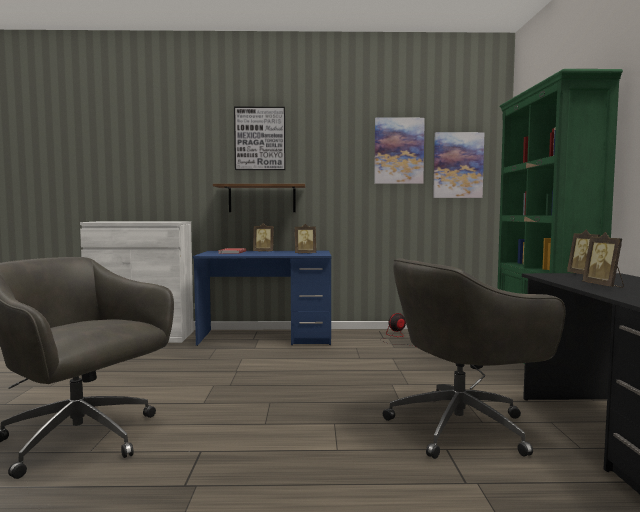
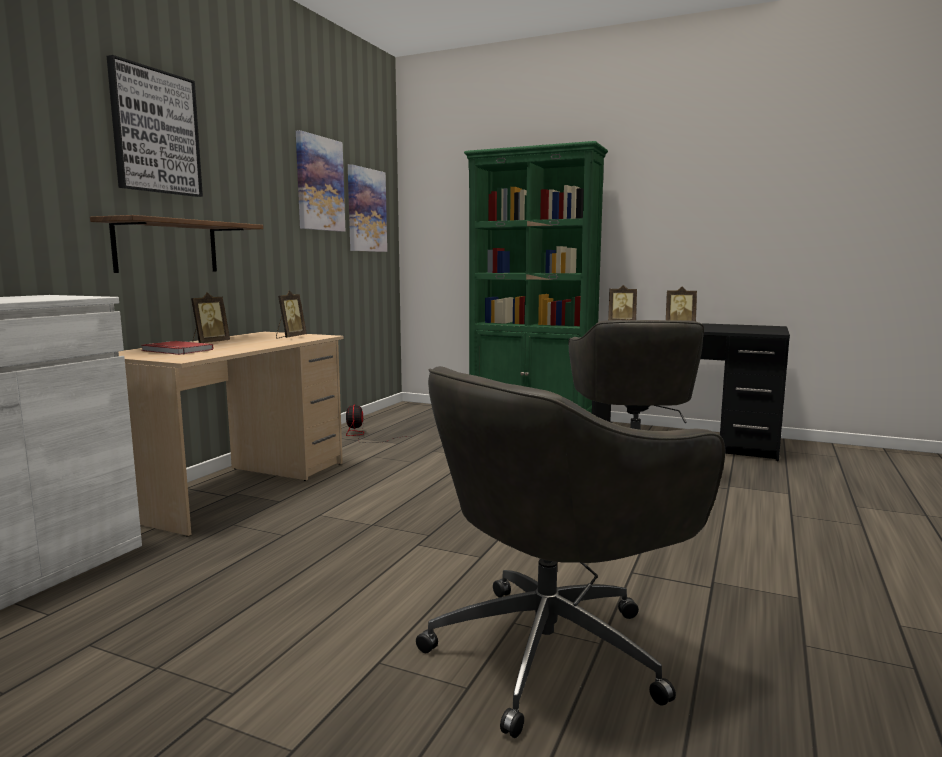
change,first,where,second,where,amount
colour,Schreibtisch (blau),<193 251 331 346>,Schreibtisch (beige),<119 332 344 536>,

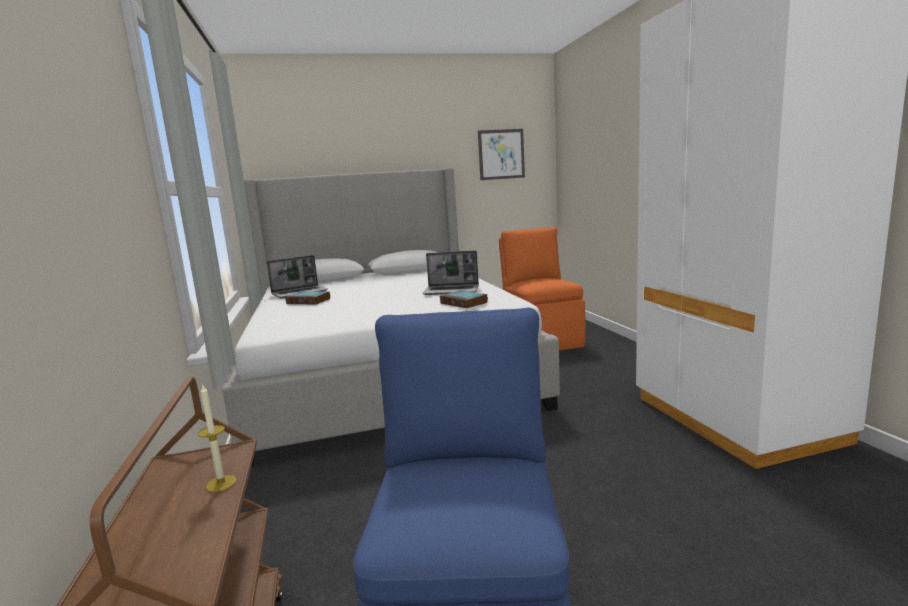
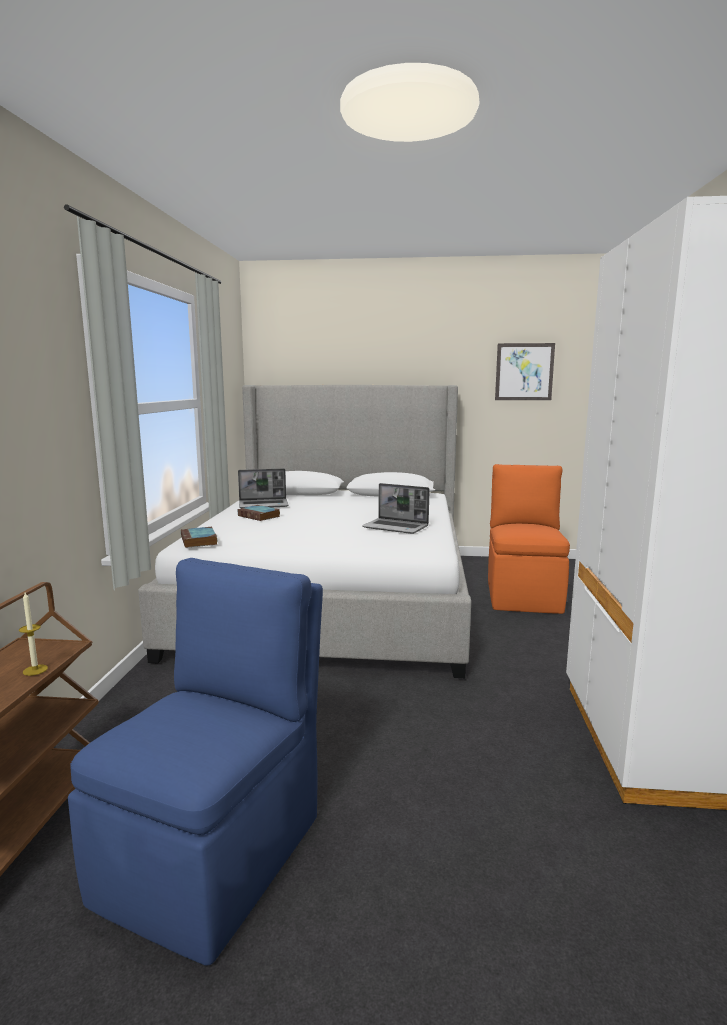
change,first,where,second,where,amount
relocated,Buch,<440 290 488 308>,,<181 527 218 548>,

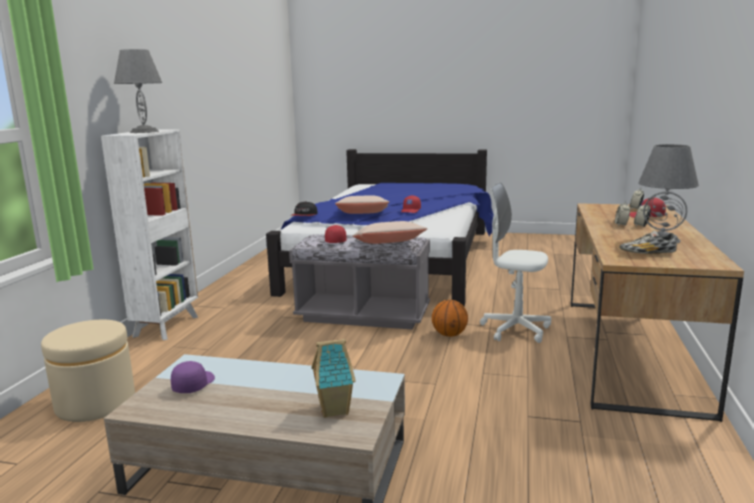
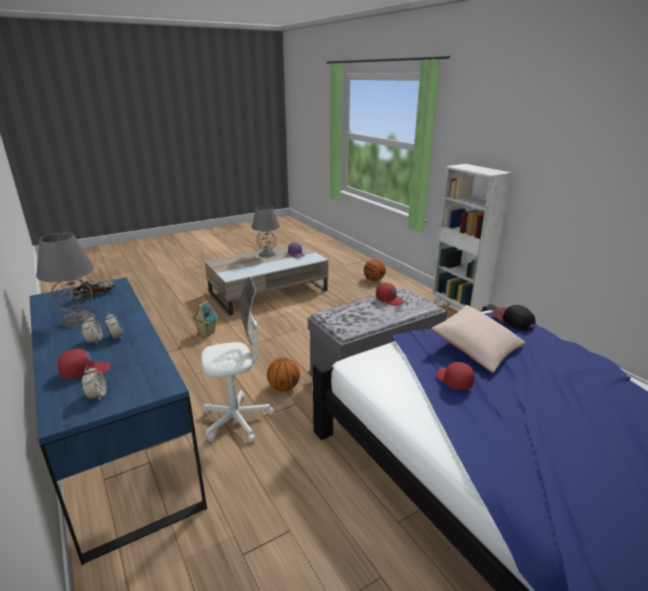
change,first,where,second,where,amount
relocated,Tischlampe (grau),<114 49 162 133>,,<252 206 280 258>,
colour,Schreibtisch (braun),<571 203 744 422>,Schreibtisch (blau),<29 277 207 565>,
missing,Kissen (beige),<353 221 428 244>,,,
exchanged,Polsterhocker (beige),<41 320 135 422>,Basketball,<364 259 386 281>,
relocated,Spielzeughaus,<311 339 355 418>,,<192 301 218 337>,

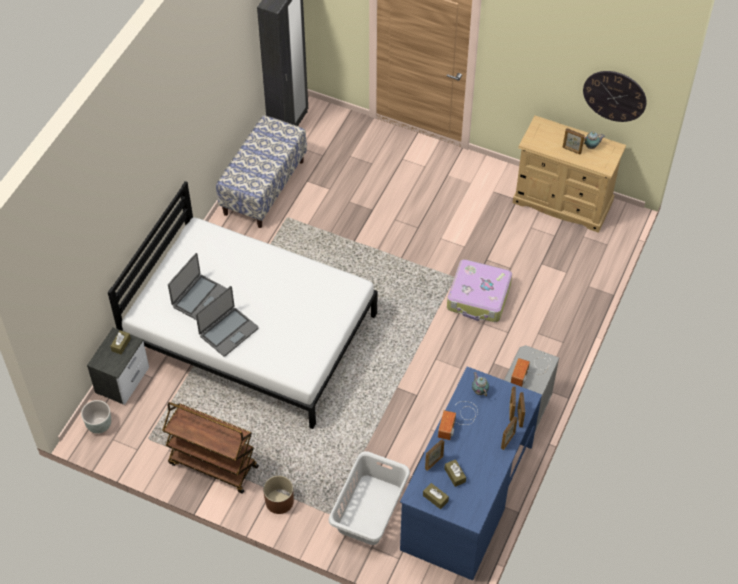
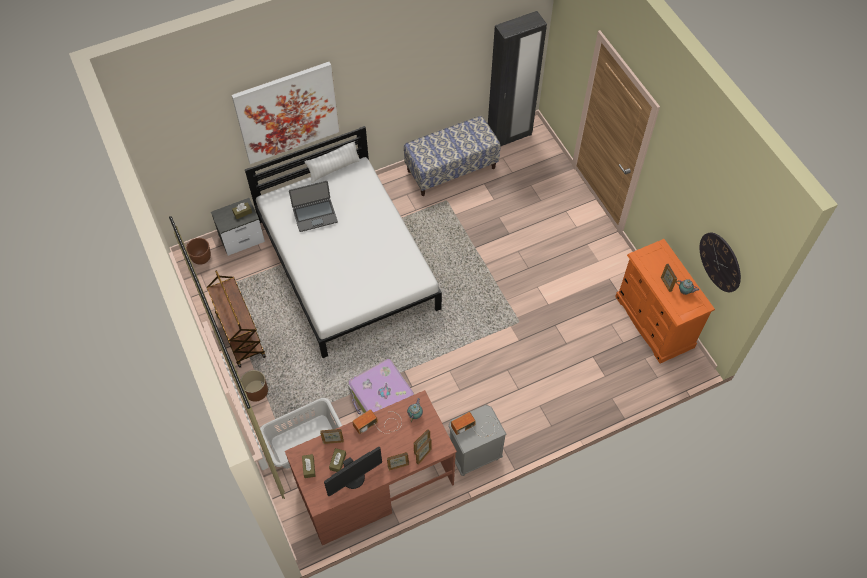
change,first,where,second,where,amount
colour,Kommode (beige),<513 116 626 233>,Kommode (orange),<615 239 715 364>,
relocated,Koffer,<447 259 512 322>,,<348 359 414 414>,
missing,Laptop,<196 286 259 357>,,,
colour,Schreibtisch (blau),<400 367 542 580>,Schreibtisch (braun),<285 390 457 545>,
colour,Pflanzkübel (grau),<81 400 111 434>,Pflanzkübel (braun),<186 238 211 265>,
appeared,,,Bild,<232 62 340 164>,
appeared,,,Kissen (weiß),<305 141 361 183>,
appeared,,,Monitor,<324 447 382 497>,

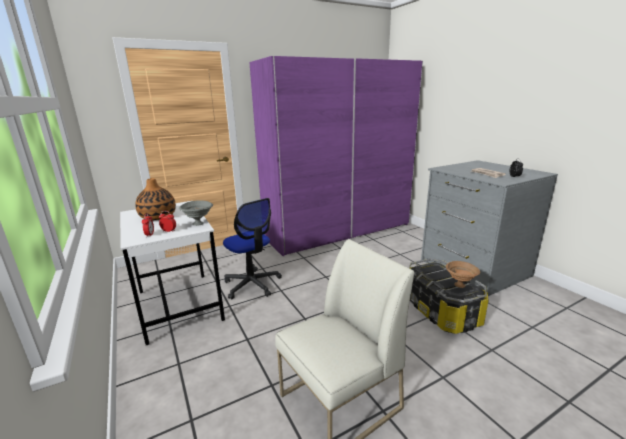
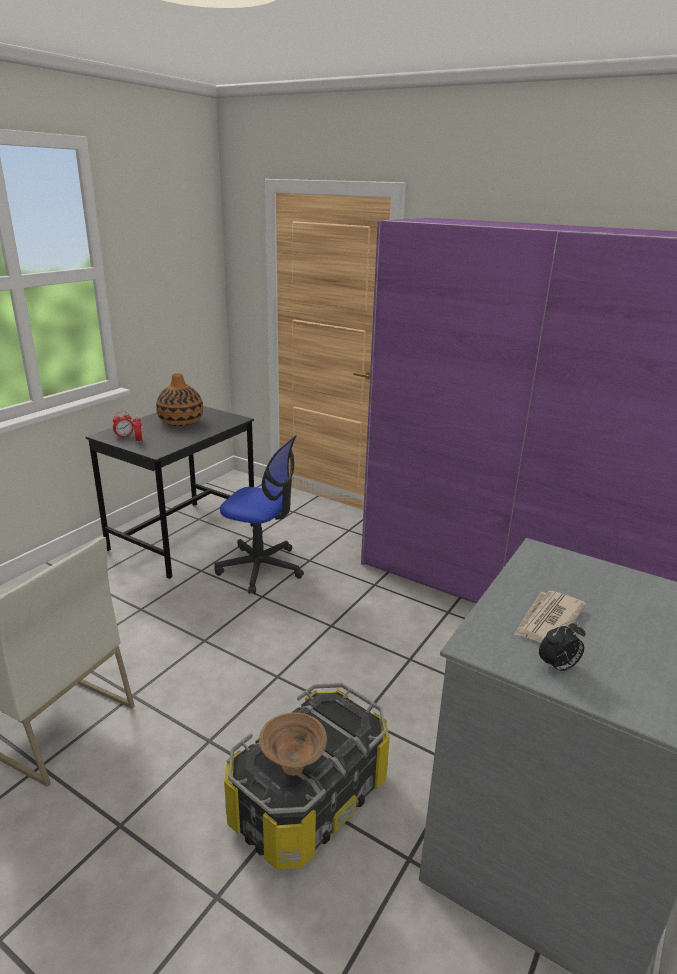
change,first,where,second,where,amount
spun,Bürostuhl,<223 198 282 299>,,<214 435 304 594>,90 degrees counterclockwise
missing,Schüssel (grau),<179 200 213 226>,,,
colour,Schreibtisch (weiß),<120 201 225 345>,Schreibtisch (schwarz),<86 406 254 579>,

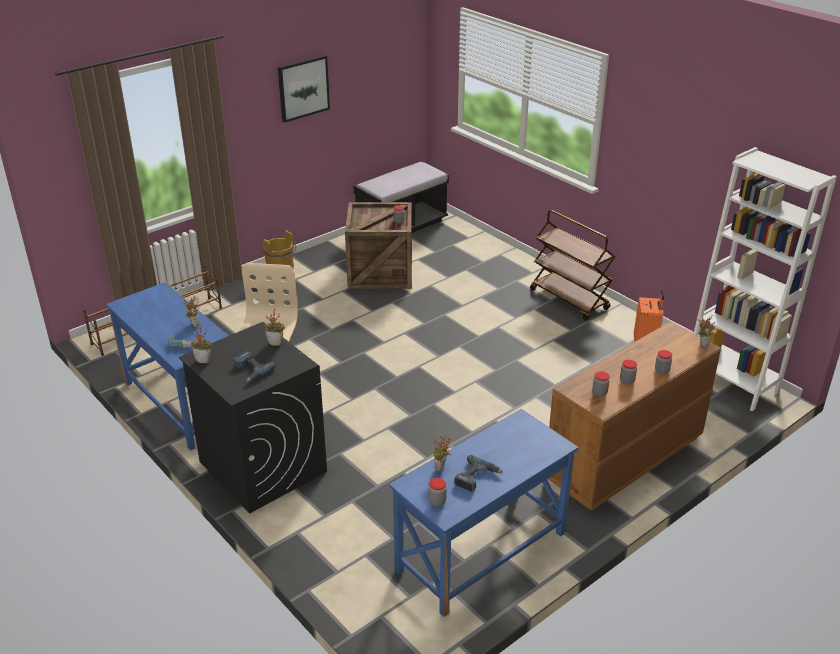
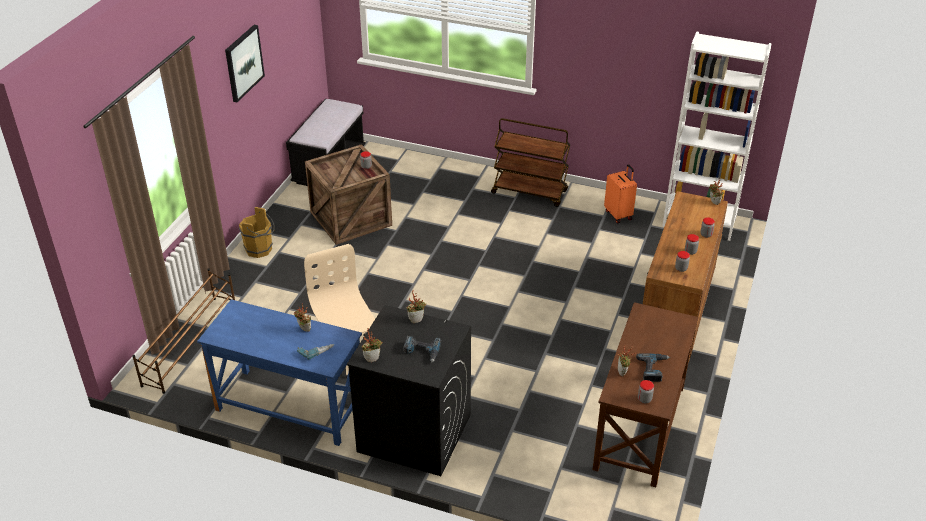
change,first,where,second,where,amount
colour,Schreibtisch (blau),<389 409 579 617>,Schreibtisch (braun),<593 302 699 487>,

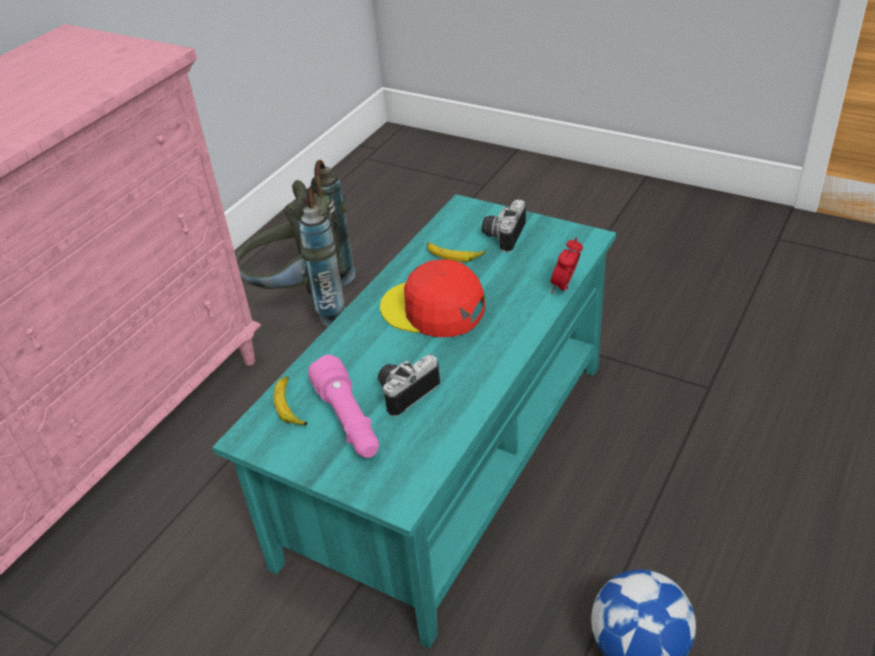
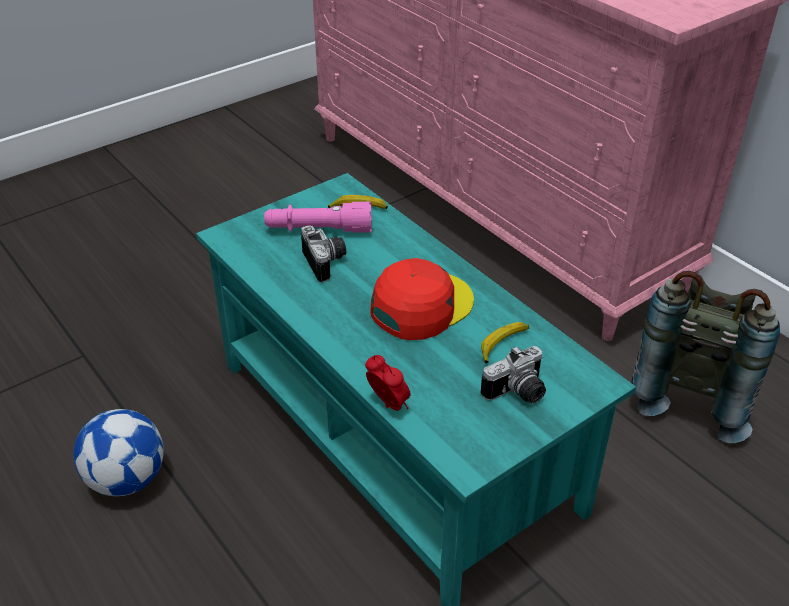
change,first,where,second,where,amount
spun,Kamera,<482 200 526 252>,,<481 346 546 403>,105 degrees clockwise

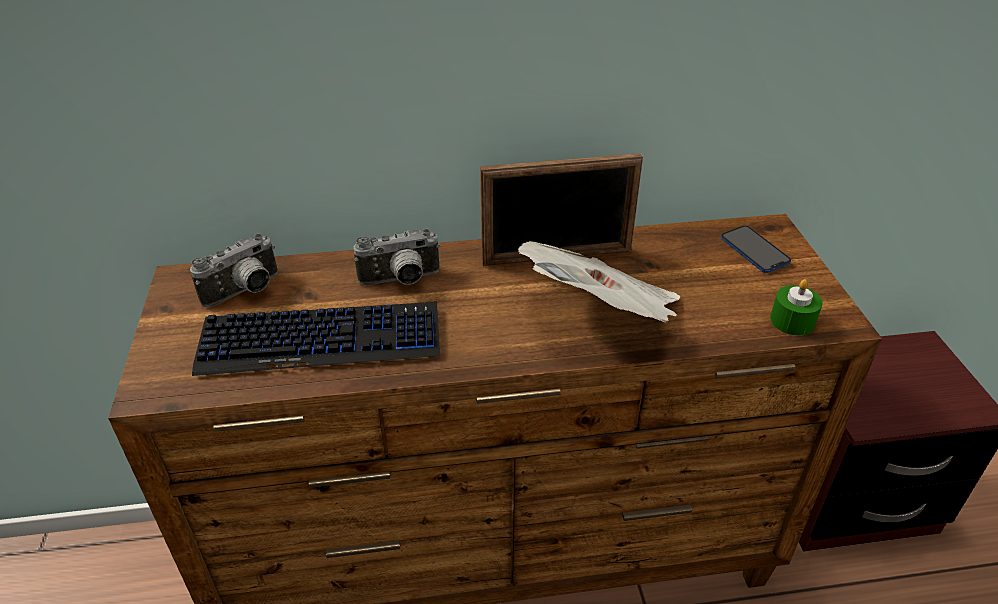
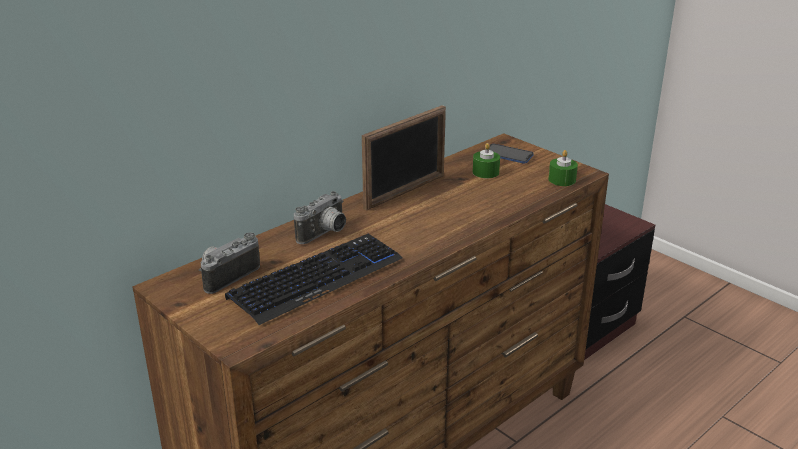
change,first,where,second,where,amount
spun,Kamera,<190 234 278 307>,,<199 232 260 294>,150 degrees counterclockwise
missing,Zeitung,<518 241 681 323>,,,
appeared,,,Kerze (grün),<473 143 500 178>,

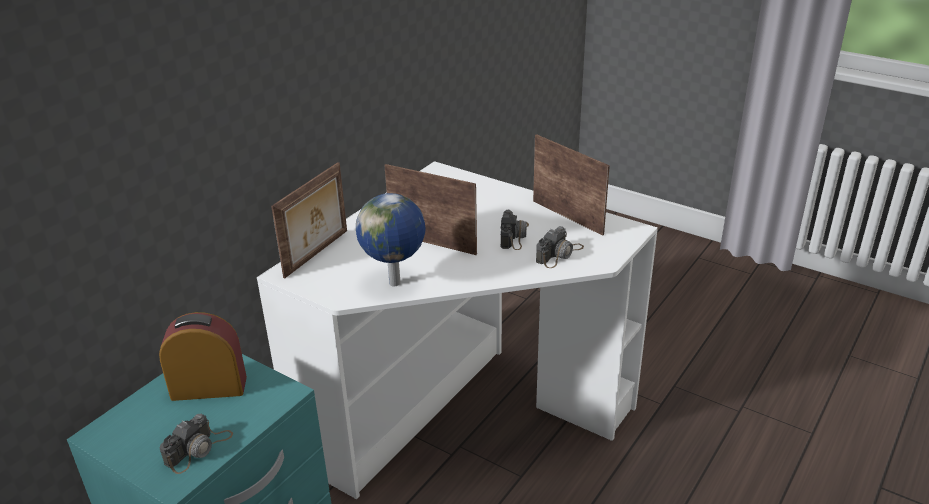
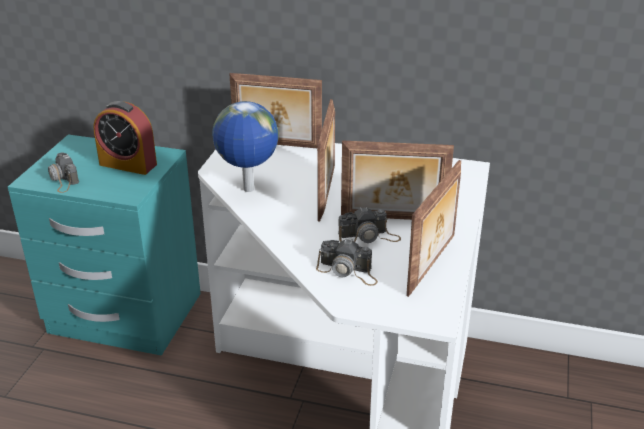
change,first,where,second,where,amount
spun,Wecker,<159 312 247 401>,,<93 101 157 175>,135 degrees clockwise
spun,Kamera,<160 414 233 474>,,<48 152 79 193>,45 degrees clockwise
appeared,,,Bilderrahmen,<341 141 454 220>,

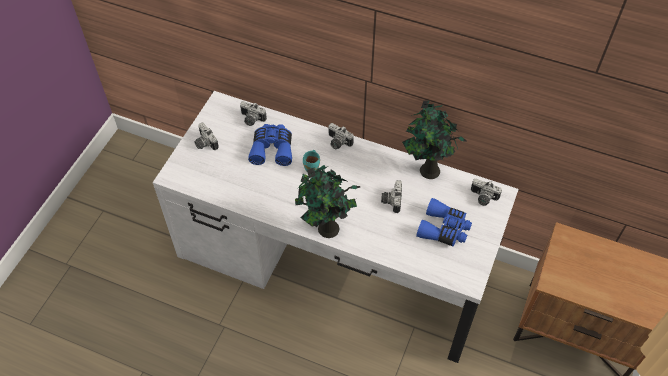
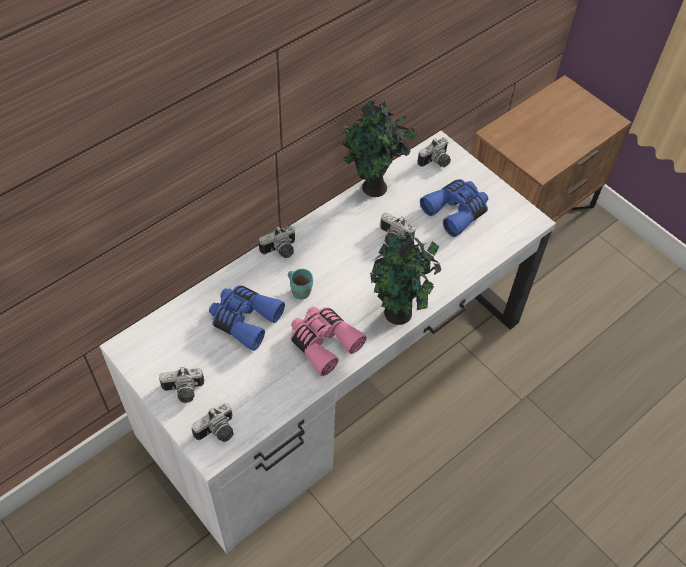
change,first,where,second,where,amount
relocated,Kamera,<240 101 267 126>,,<192 403 234 442>,
appeared,,,Fernglas (rosa),<290 307 367 376>,

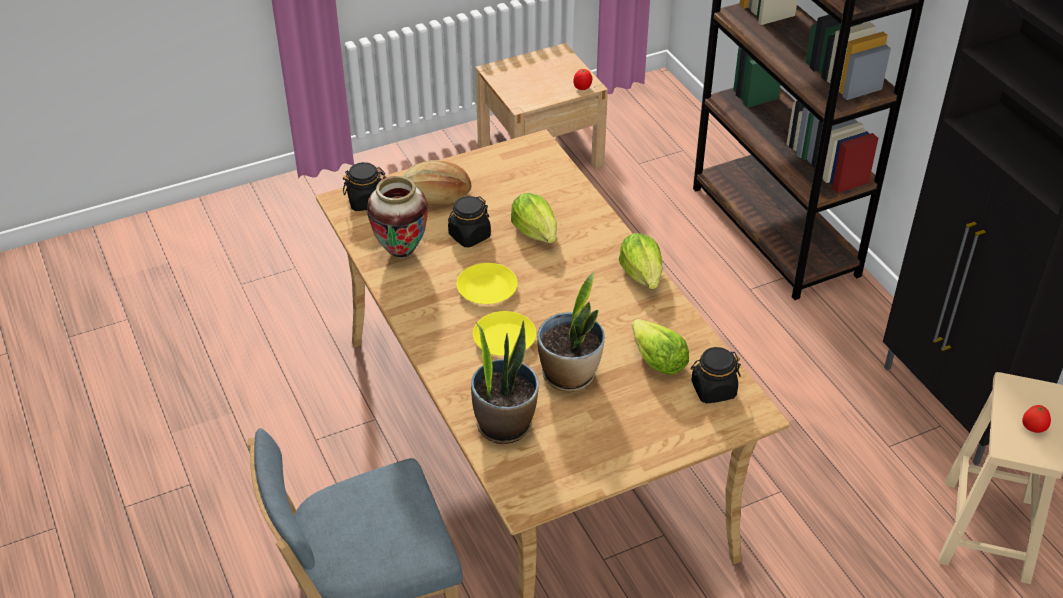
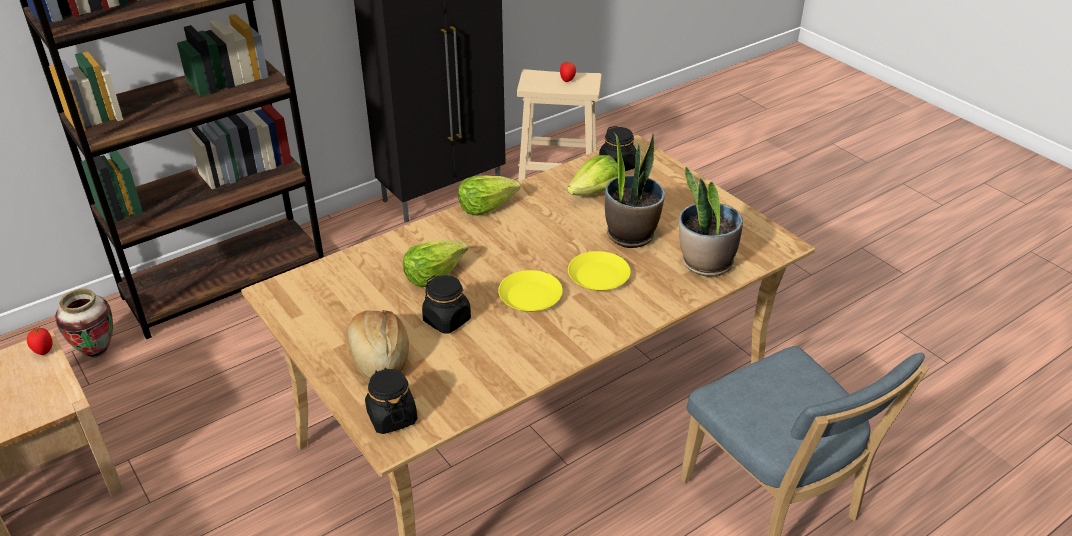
change,first,where,second,where,amount
relocated,Vase,<367 176 428 258>,,<55 289 113 358>,

